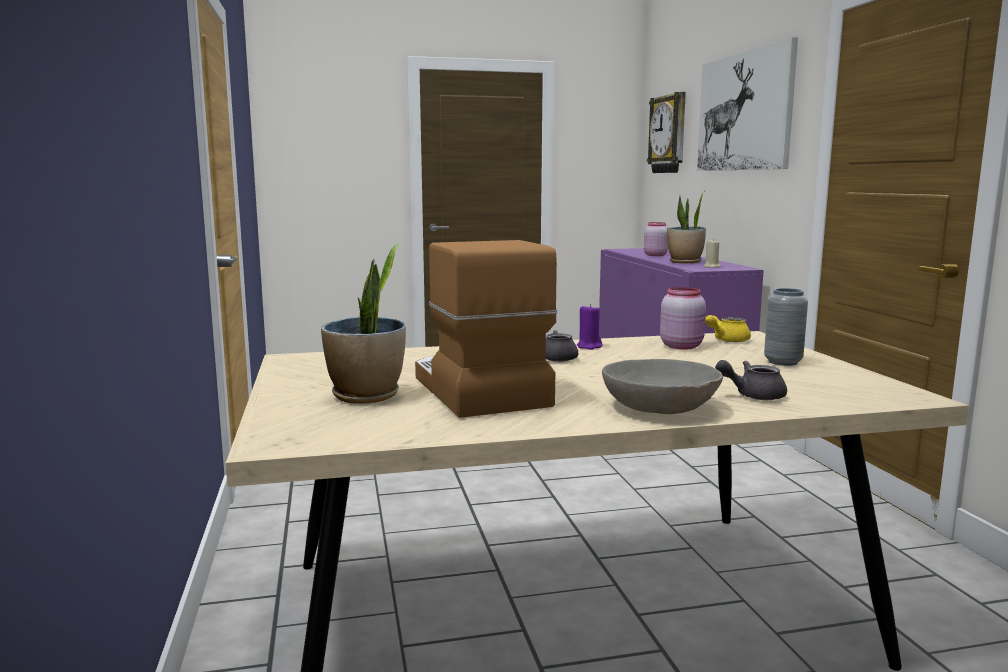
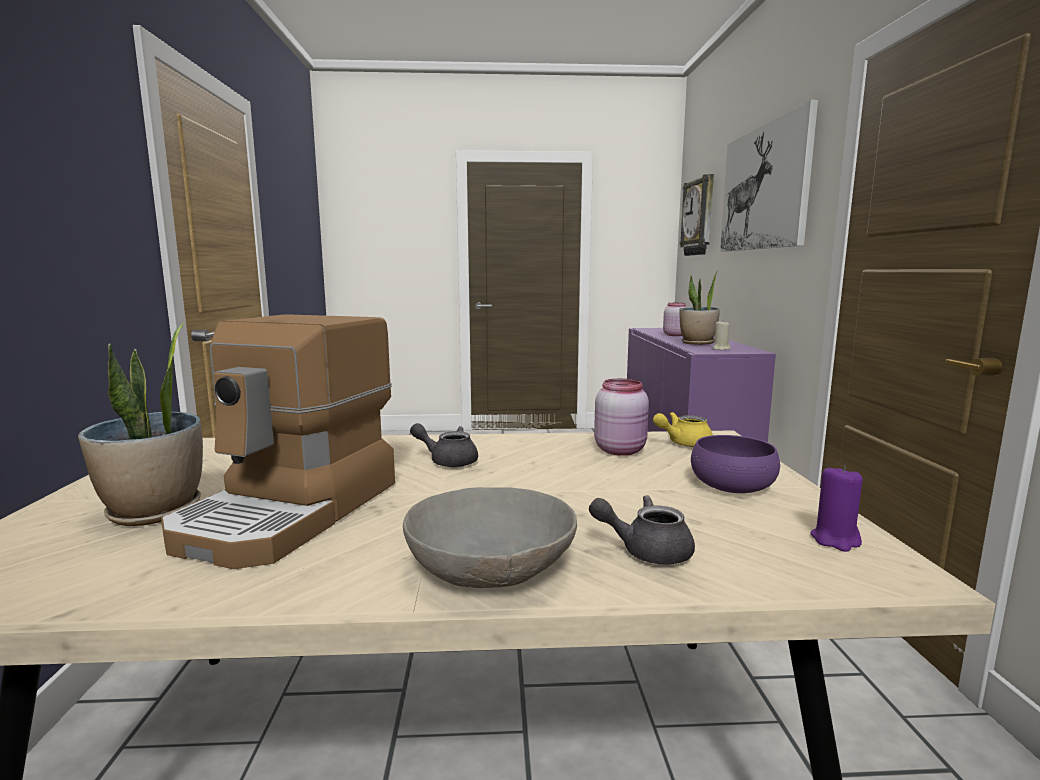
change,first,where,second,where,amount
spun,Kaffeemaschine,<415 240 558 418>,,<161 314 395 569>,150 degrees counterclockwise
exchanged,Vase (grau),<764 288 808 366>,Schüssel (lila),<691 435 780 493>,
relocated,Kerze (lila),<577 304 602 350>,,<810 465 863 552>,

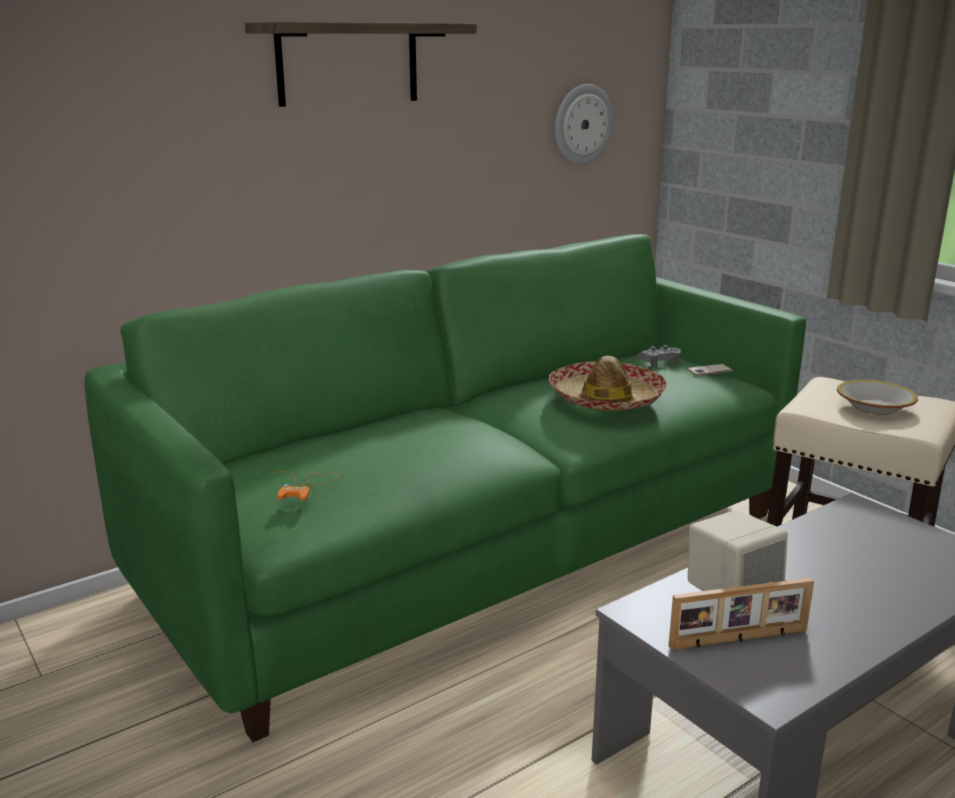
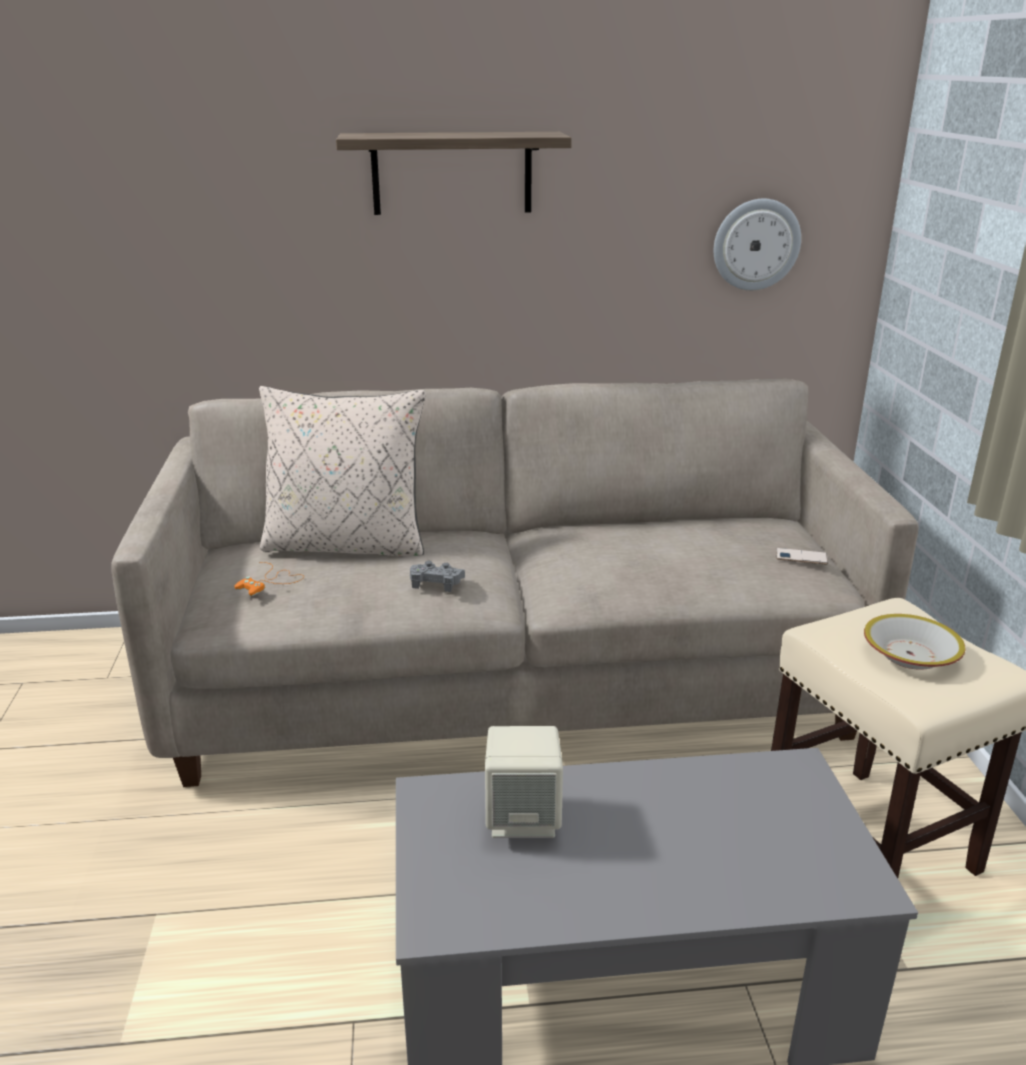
change,first,where,second,where,amount
colour,Sofa (grün),<84 234 806 742>,Sofa (beige),<111 379 918 787>,
relocated,Gamepad (grau),<637 345 681 367>,,<410 561 465 592>,
missing,Hut,<548 356 667 411>,,,
missing,Bilderrahmen,<669 578 814 650>,,,
appeared,,,Kissen (beige),<259 386 426 556>,

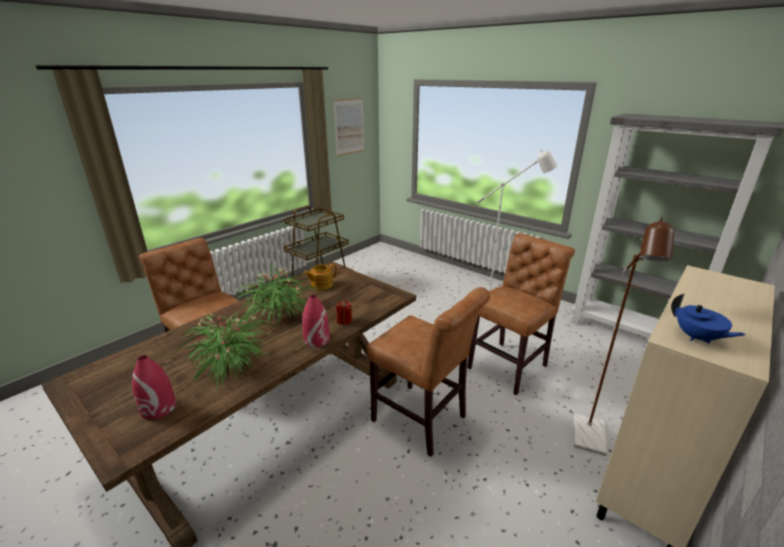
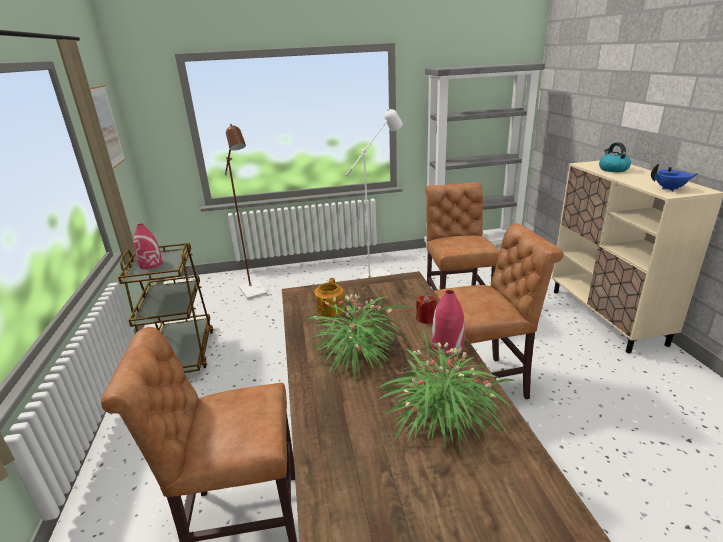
change,first,where,second,where,amount
relocated,Stehlampe (braun),<574 217 674 456>,,<225 124 267 300>,
relocated,Vase (rot),<132 355 176 420>,,<134 223 163 269>,
appeared,,,Wasserkessel,<599 142 631 172>,

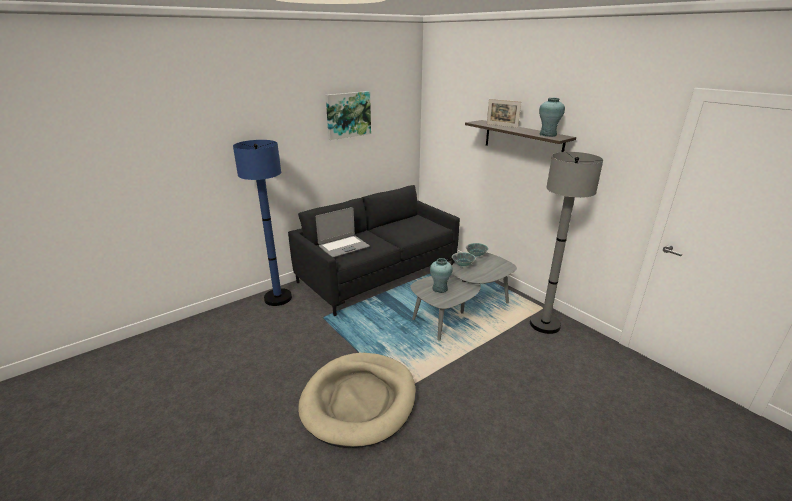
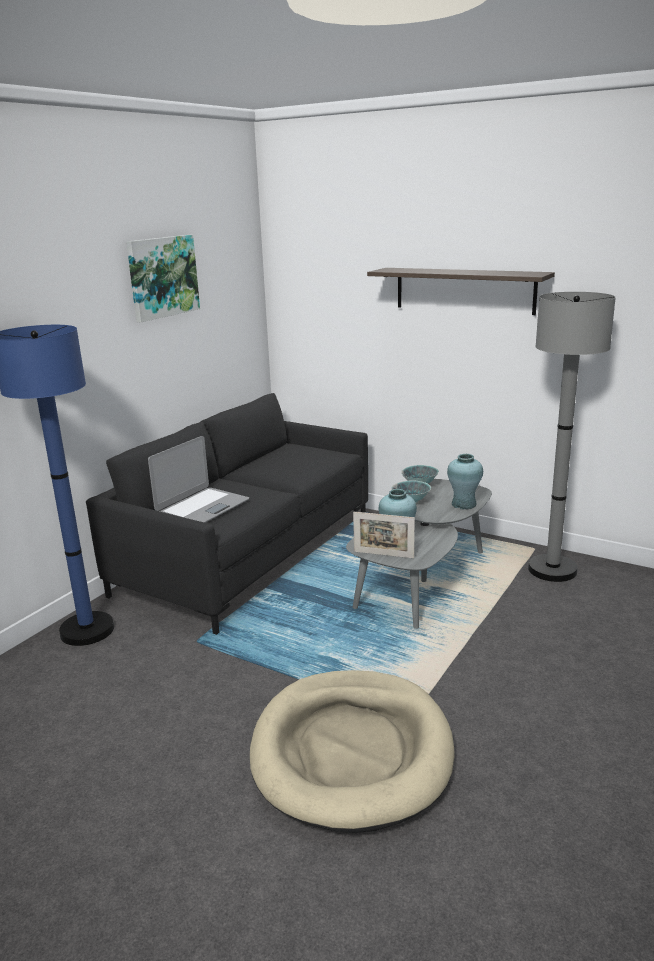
change,first,where,second,where,amount
relocated,Vase (türkis),<539 98 565 137>,,<447 454 483 509>,
relocated,Bilderrahmen,<487 99 521 128>,,<353 512 415 558>,

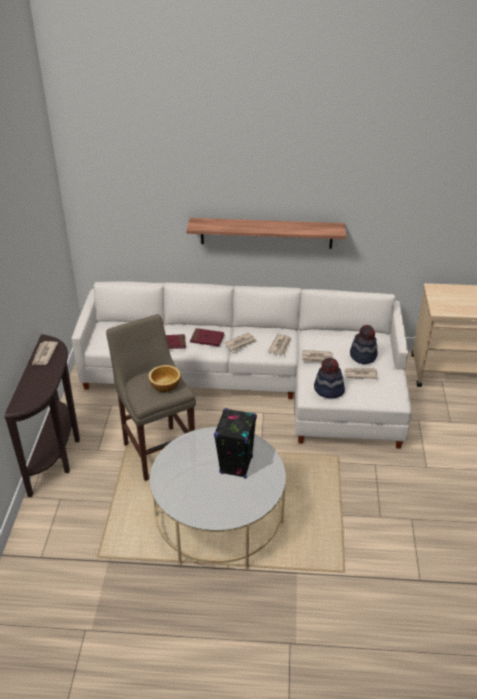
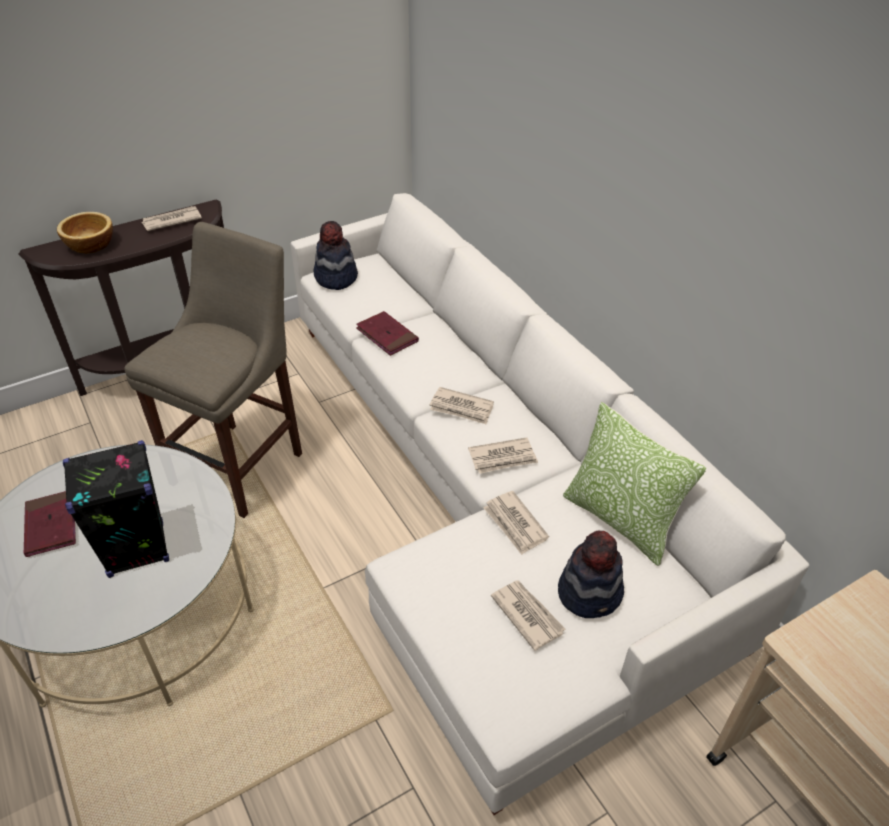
change,first,where,second,where,amount
missing,Wandregal,<186 218 346 249>,,,
relocated,Buch (rot),<190 328 225 347>,,<24 491 76 557>,
relocated,Hut,<314 358 345 398>,,<314 221 358 290>,
relocated,Schüssel,<148 365 181 392>,,<57 212 113 254>,
appeared,,,Kissen,<563 402 706 566>,

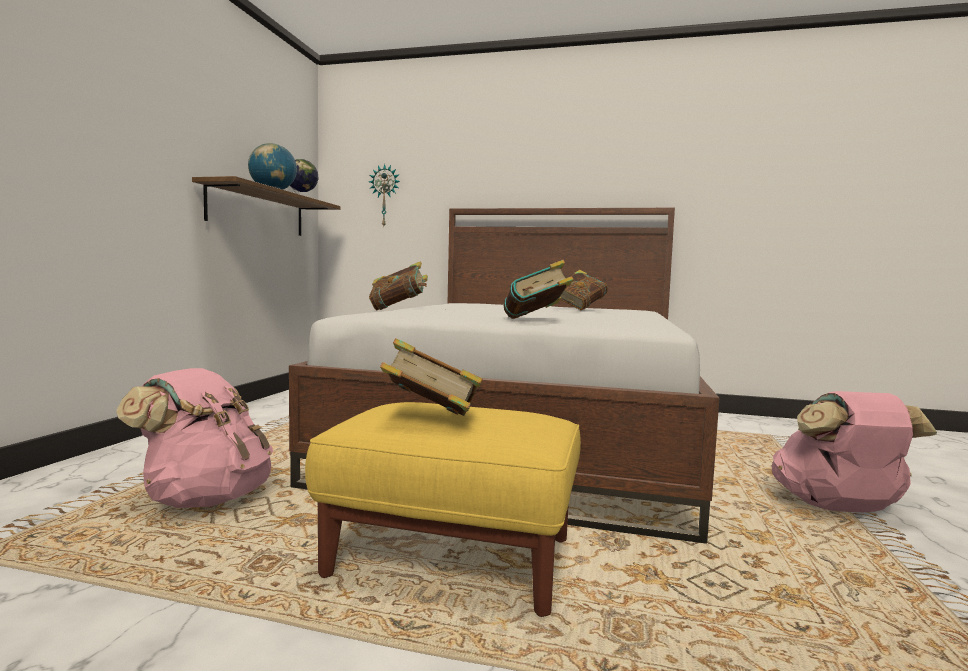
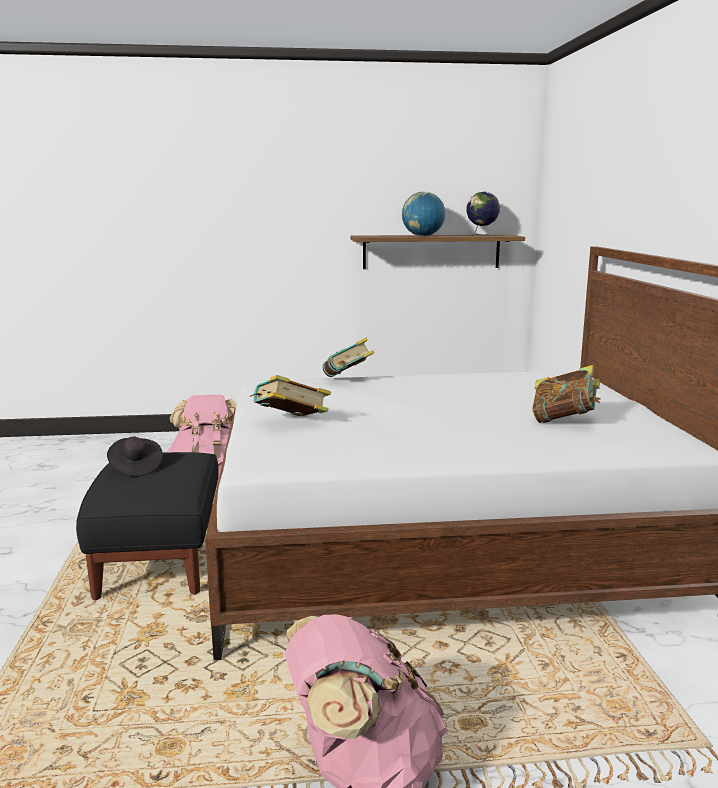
change,first,where,second,where,amount
missing,Wanduhr,<369 164 400 226>,,,
exchanged,Buch,<380 338 482 416>,Hut (schwarz),<107 437 163 477>,
colour,Polsterhocker (gelb),<305 402 581 617>,Polsterhocker (schwarz),<76 452 218 600>,

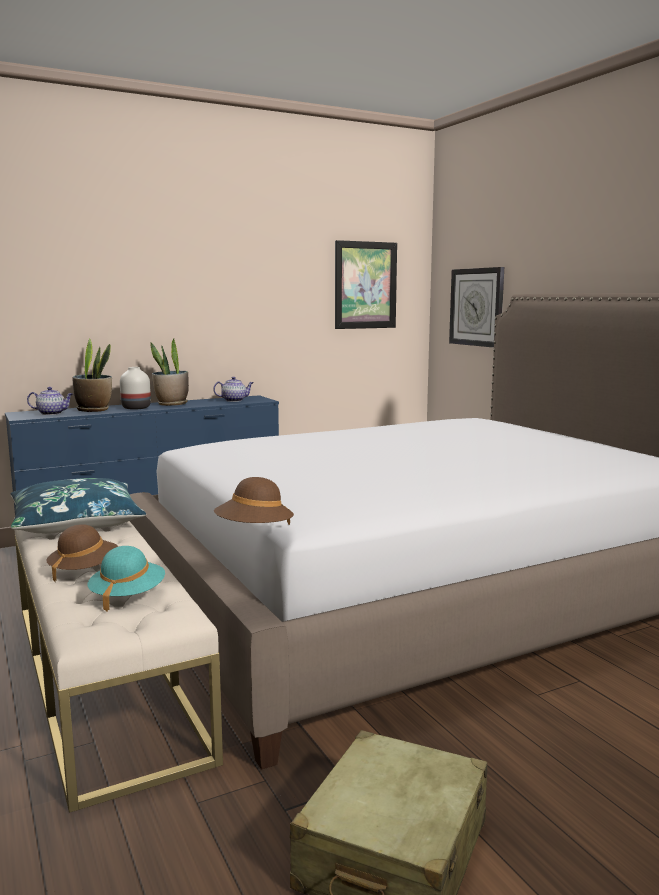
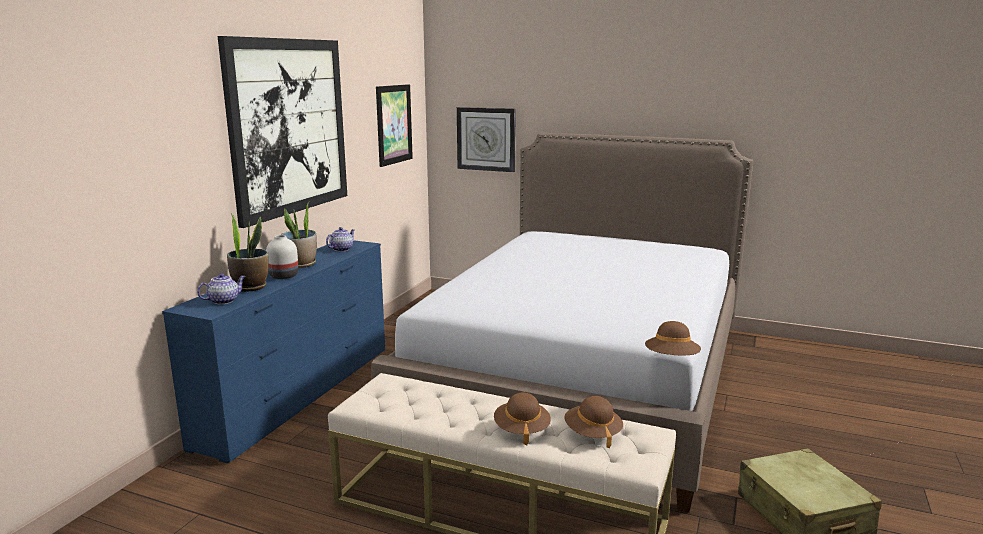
change,first,where,second,where,amount
missing,Kissen (blau),<11 478 146 534>,,,
colour,Hut (türkis),<87 546 165 612>,Hut (braun),<564 396 623 448>,
appeared,,,Bild,<218 36 347 228>,

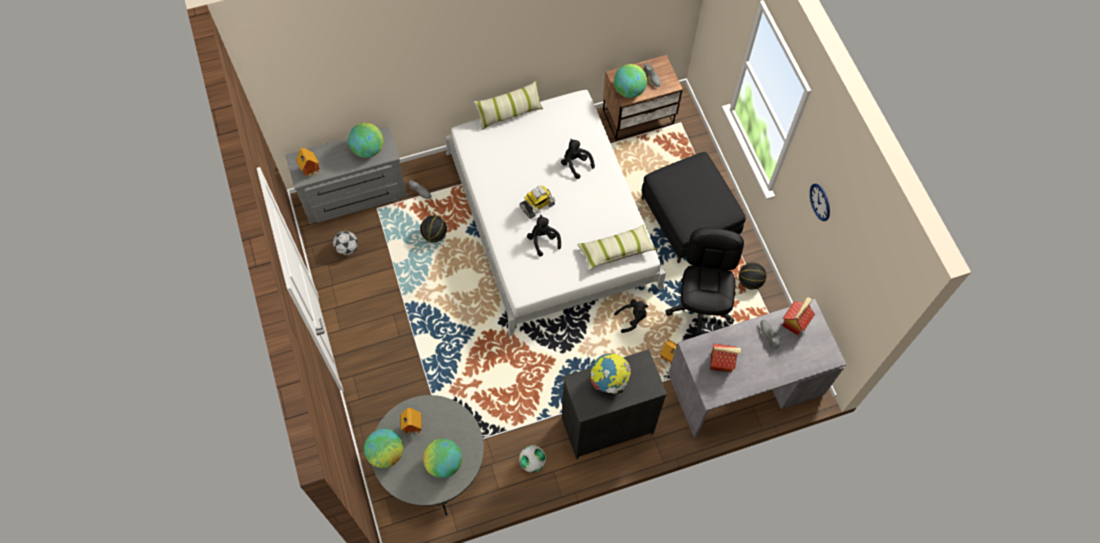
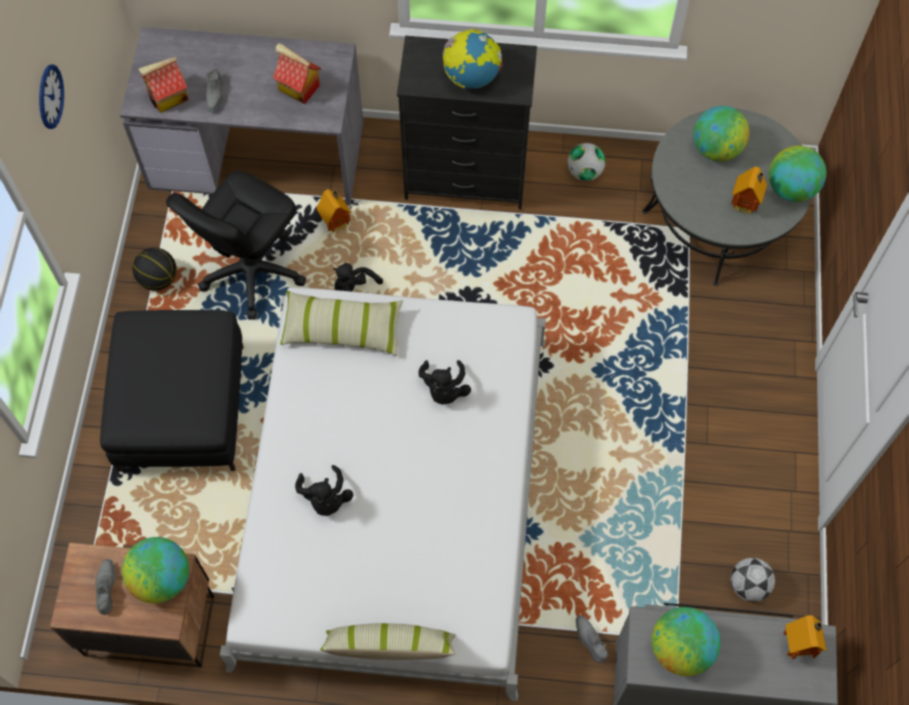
change,first,where,second,where,amount
missing,Spielzeugroboter,<520 185 555 219>,,,
missing,Basketball,<420 216 447 242>,,,

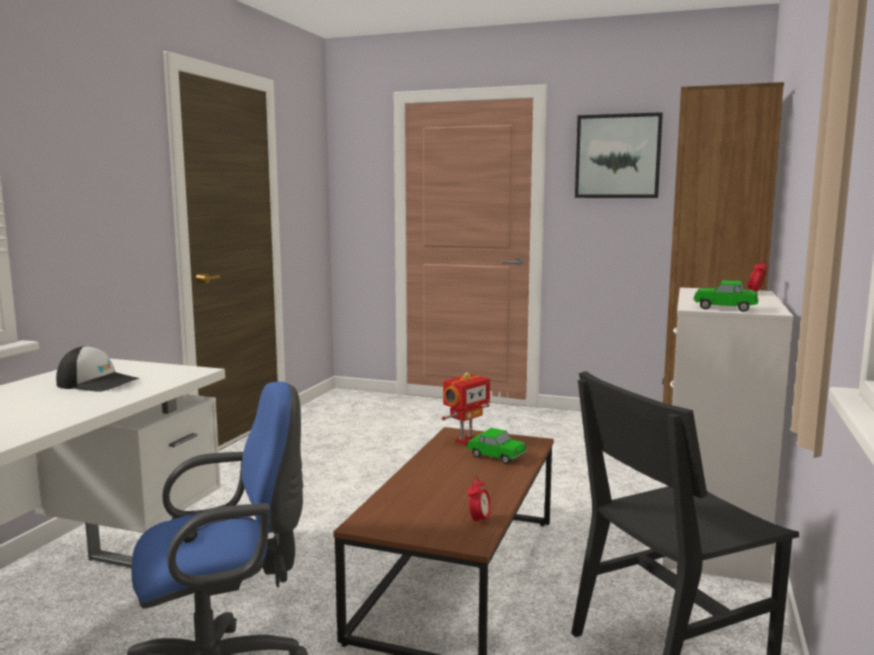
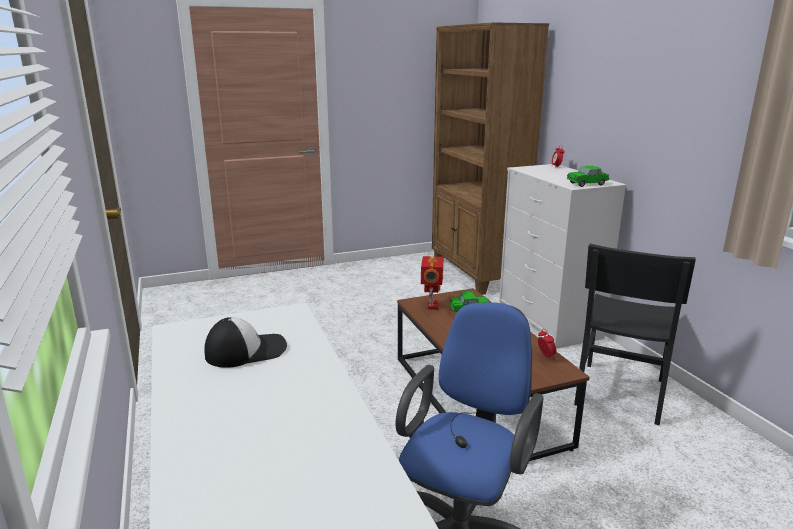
change,first,where,second,where,amount
missing,Bild,<575 112 663 198>,,,

